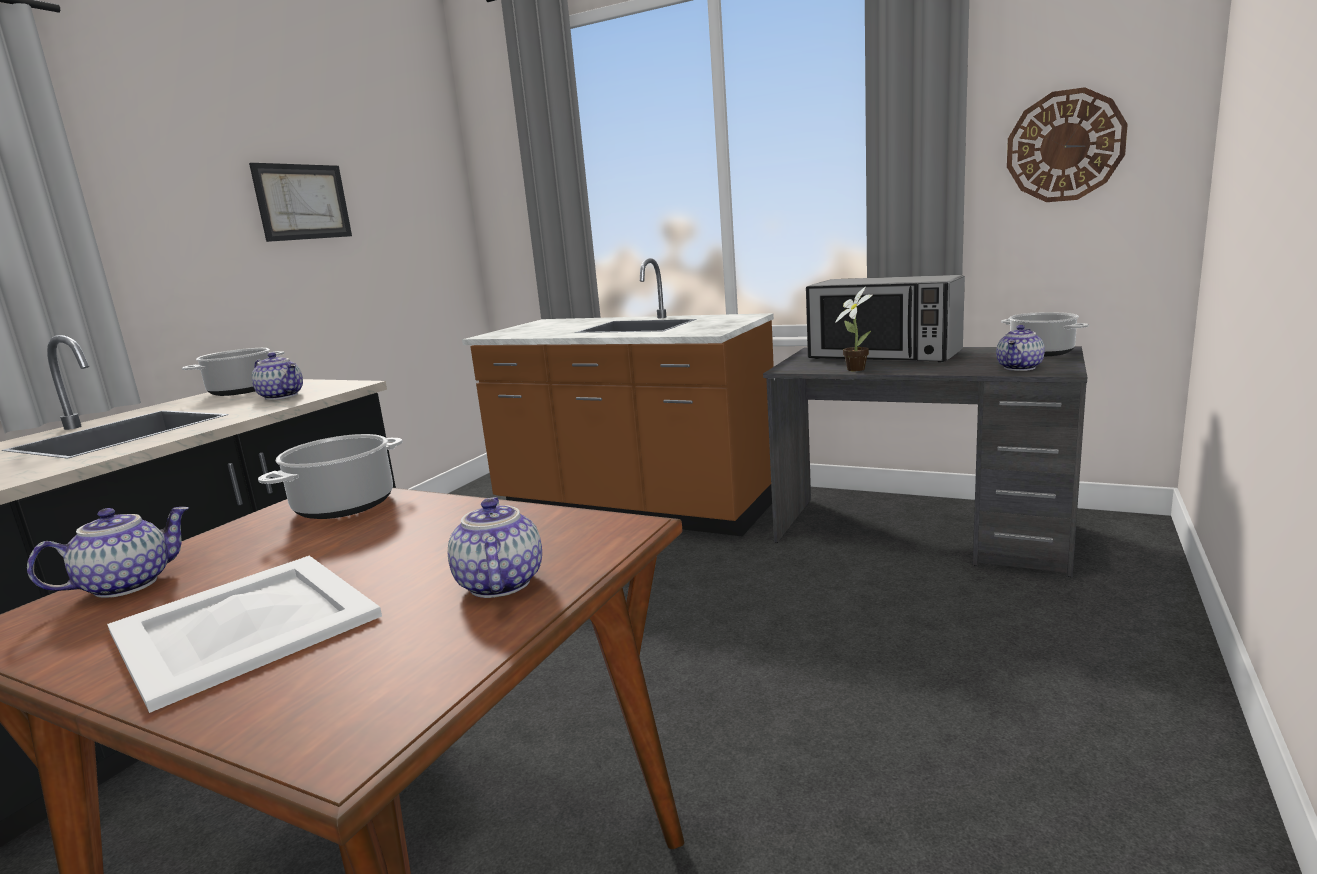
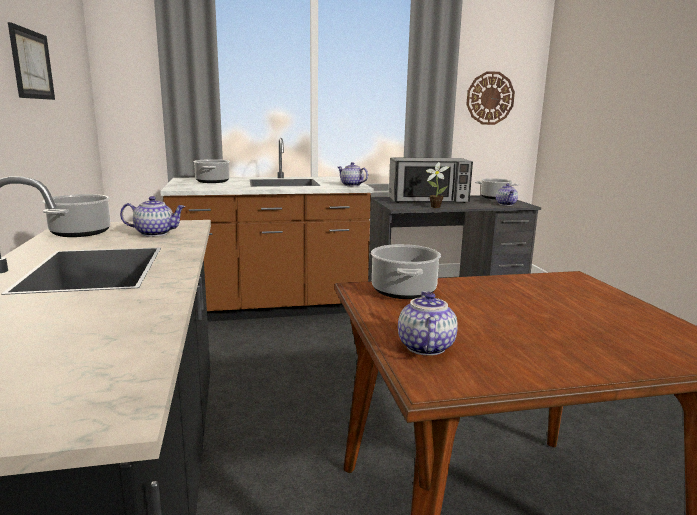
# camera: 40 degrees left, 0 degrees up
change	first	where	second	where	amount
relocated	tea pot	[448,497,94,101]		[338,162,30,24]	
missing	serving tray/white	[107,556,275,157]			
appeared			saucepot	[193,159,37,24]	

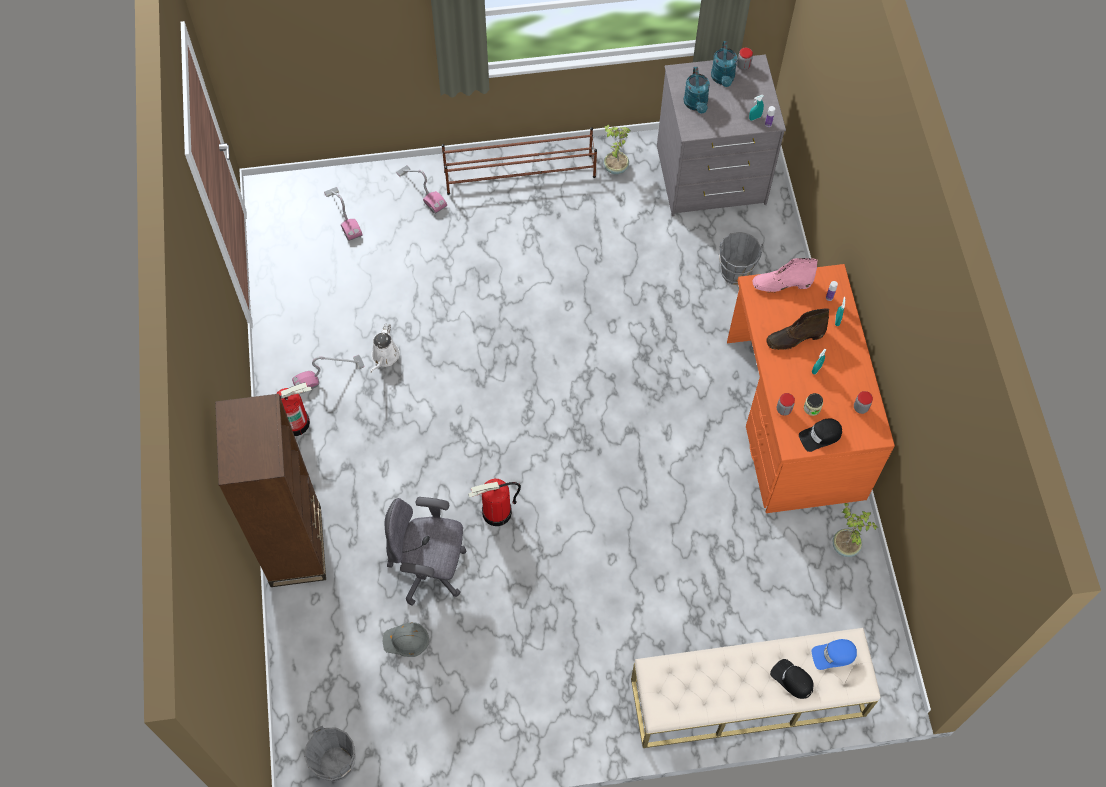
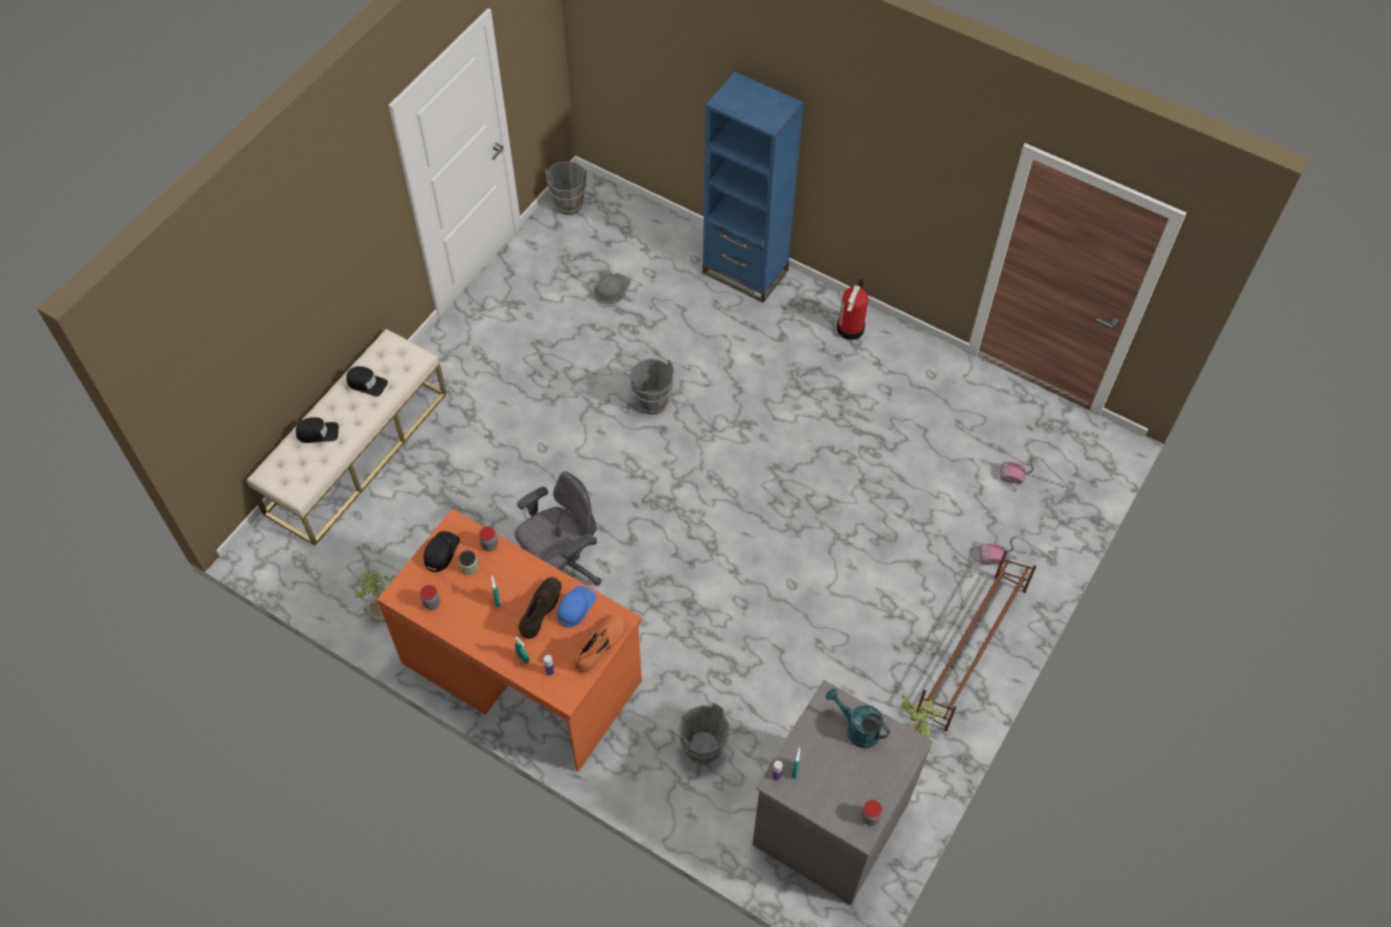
# camera: 130 degrees right, 5 degrees down
change	first	where	second	where	amount
missing	watering can/turquoise	[711,41,26,46]			
colour	boot/pinkish	[753,258,65,34]	boot/orangey	[574,614,52,58]	
missing	watering can/white	[370,324,30,49]			
missing	vacuum	[292,355,73,39]			
colour	shelving unit/brown	[215,394,111,193]	shelving unit/blue	[702,71,102,232]	
exchanged	fire extinguisher	[468,479,53,47]	water bucket/gray	[629,358,45,57]	
relocated	desk chair/gray	[385,497,82,108]		[515,472,87,114]	
relocated	baseball cap/blue	[812,639,45,31]		[557,586,40,42]	
appeared			baseball cap/black	[346,366,42,31]	

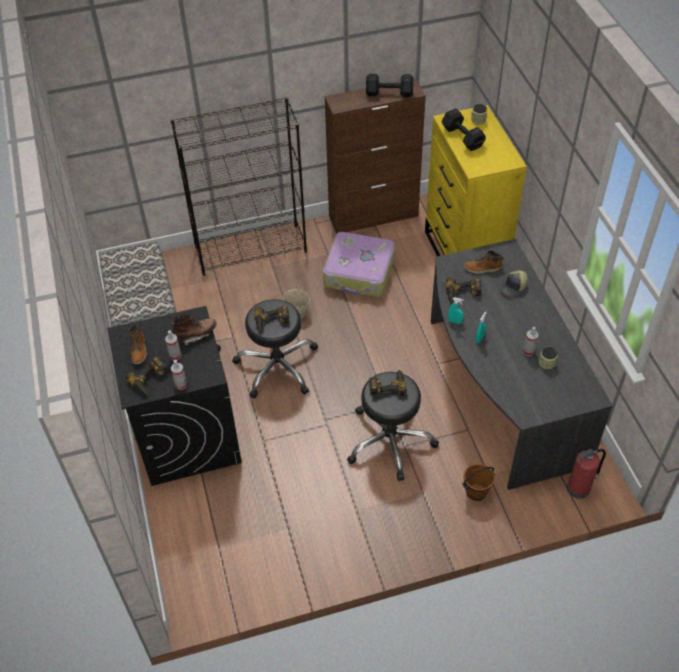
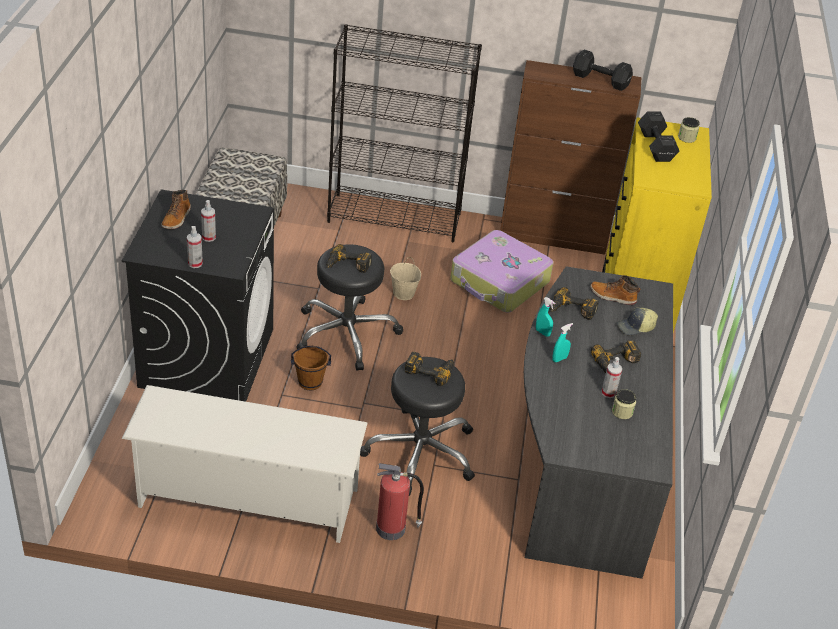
# camera: 20 degrees right, 10 degrees down
change	first	where	second	where	amount
missing	boot/brown	[171,314,46,32]			
relocated	power drill	[126,356,42,39]		[591,340,50,33]	
relocated	fire extinguisher	[567,449,39,50]		[376,463,48,77]	
relocated	water bucket/brown	[462,464,33,37]		[291,346,40,44]	
appeared			shoe stand/white	[122,385,245,158]	

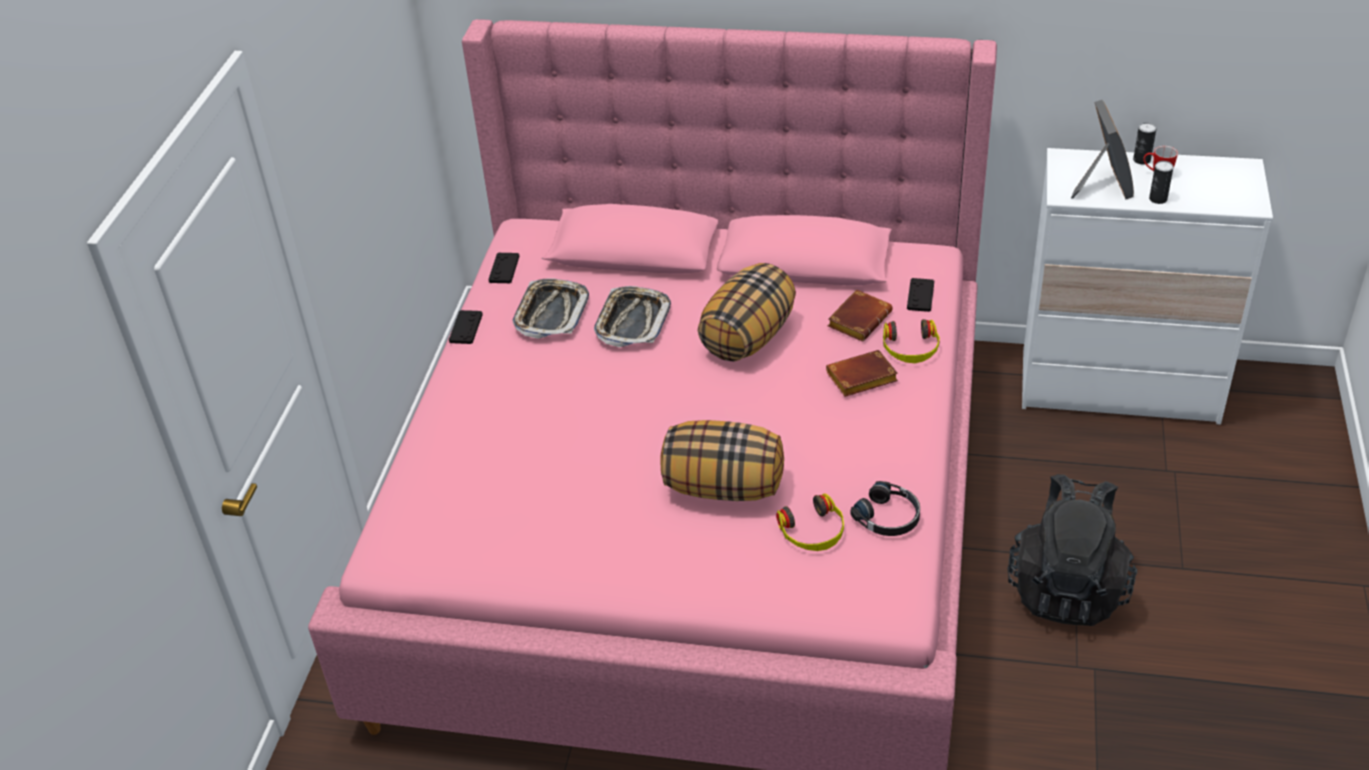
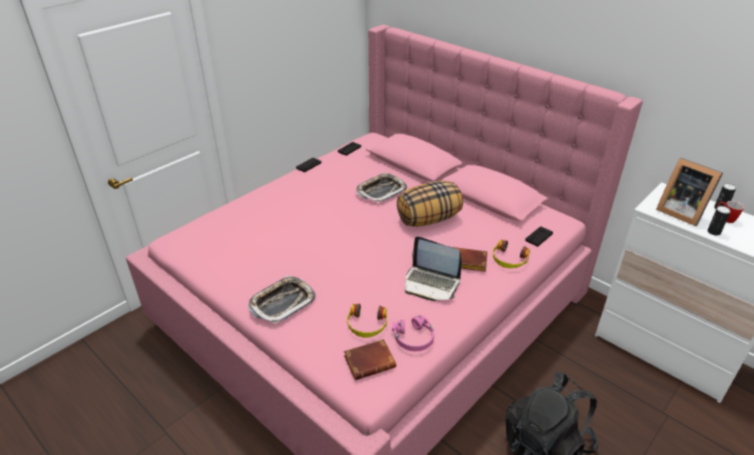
# camera: 30 degrees right, 5 degrees down
change	first	where	second	where	amount
spun	photo frame	[1071,100,63,99]		[656,158,67,68]	105 degrees clockwise
relocated	serving tray	[513,278,76,61]		[248,275,68,49]	
relocated	book/brown	[828,289,65,52]		[344,339,52,41]	
missing	cushion	[660,420,124,81]			
colour	headphones/black	[850,481,70,55]	headphones/pinkish	[392,315,42,36]	
appeared			notebook computer	[405,237,56,64]	

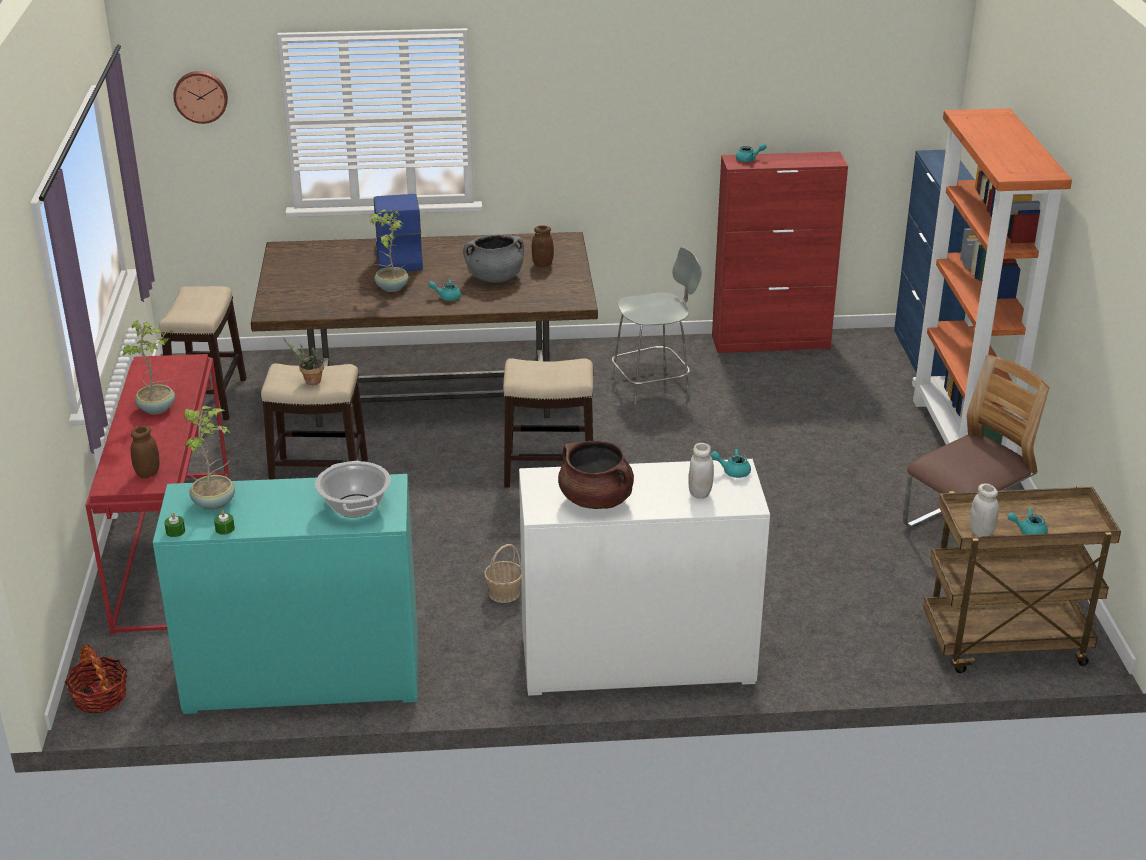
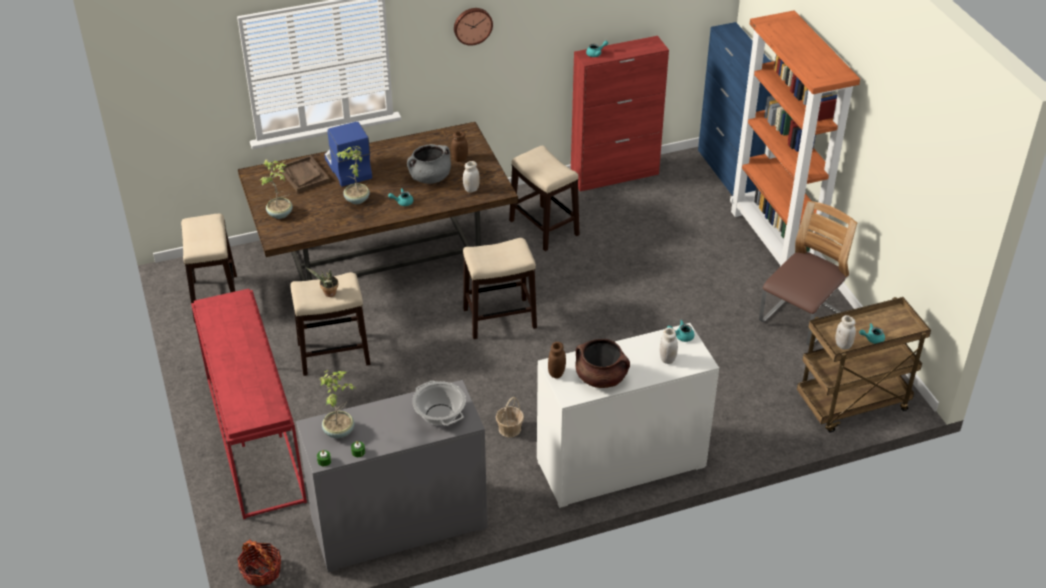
# camera: 15 degrees left, 10 degrees up
change	first	where	second	where	amount
relocated	wall clock	[173,71,55,53]		[454,8,39,38]	
exchanged	plain chair/gray	[612,247,90,157]	sitting stool	[509,146,70,105]	
relocated	houseplant	[121,320,54,94]		[259,159,34,60]	
relocated	jar/brown	[131,426,29,53]		[548,342,18,37]	
colour	drawer chest/turquoise	[153,474,265,240]	drawer chest/gray	[296,380,191,193]	
appeared			serving tray/brown	[281,155,49,38]	
appeared			jar/white	[463,161,17,32]	

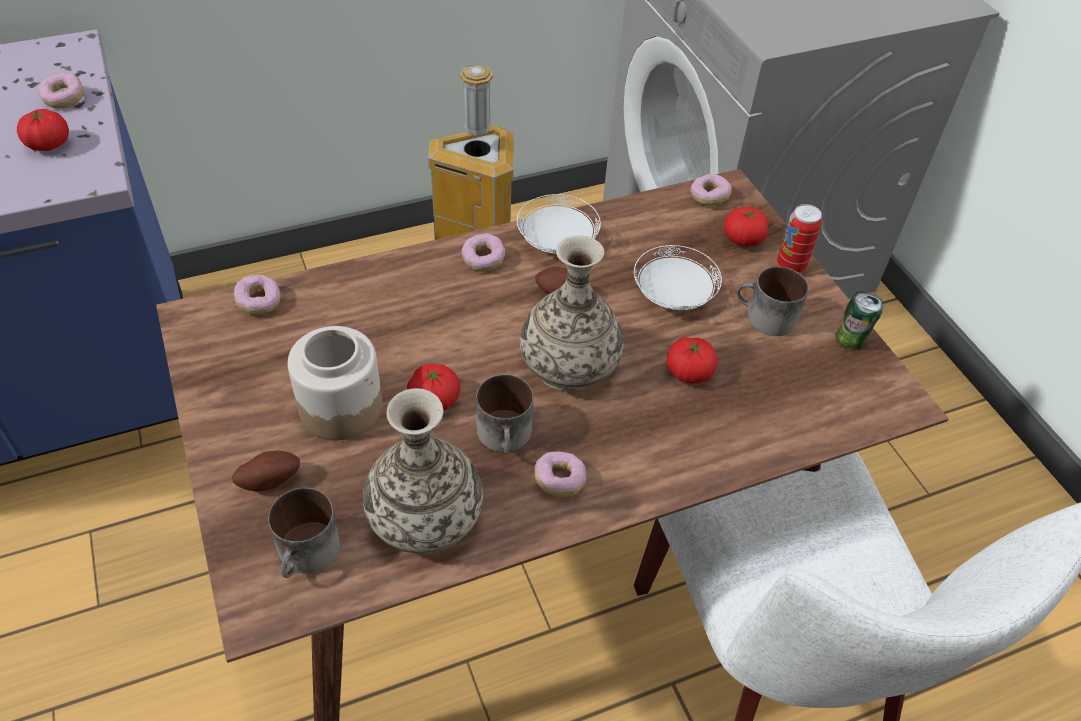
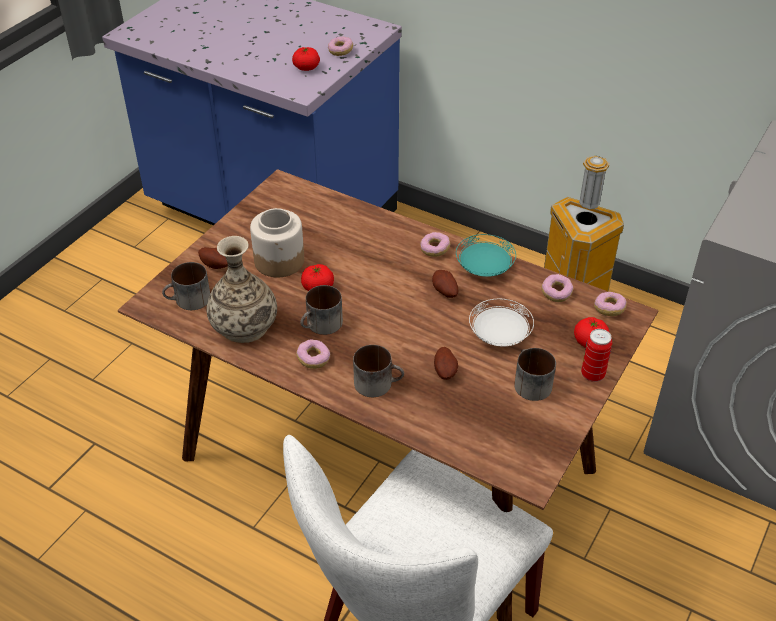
# camera: 55 degrees right, 5 degrees down
change	first	where	second	where	amount
colour	flat dish/white	[517,194,84,60]	flat dish/turquoise	[456,234,60,43]	
missing	decorative vase	[520,235,103,157]			
relocated	ring doughnut	[234,275,47,40]		[541,274,32,28]	
missing	can	[835,291,48,58]			
exchanged	fresh tomato	[667,337,51,46]	spud	[434,347,24,33]	
appeared			mug	[353,345,51,52]	

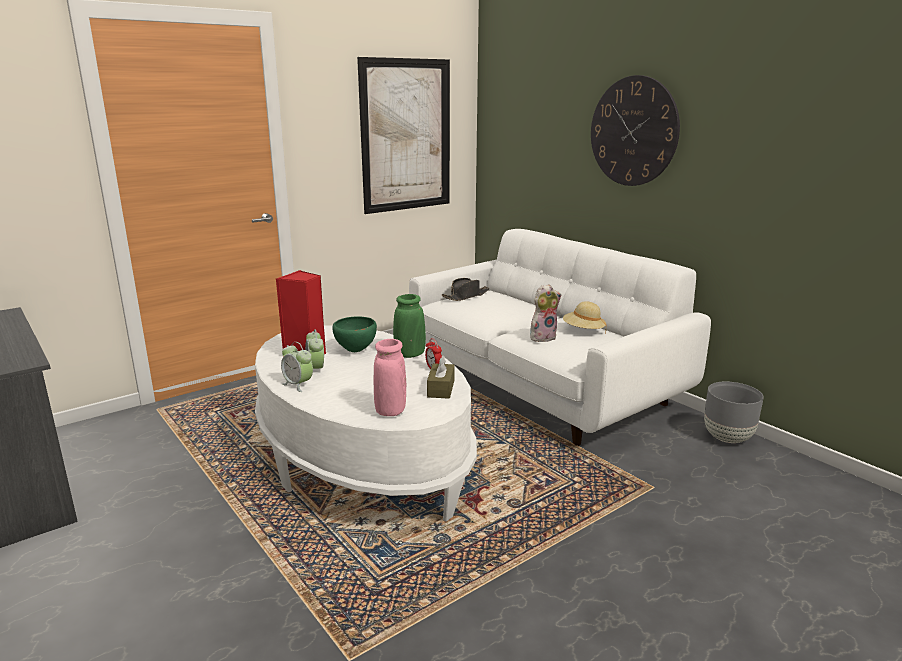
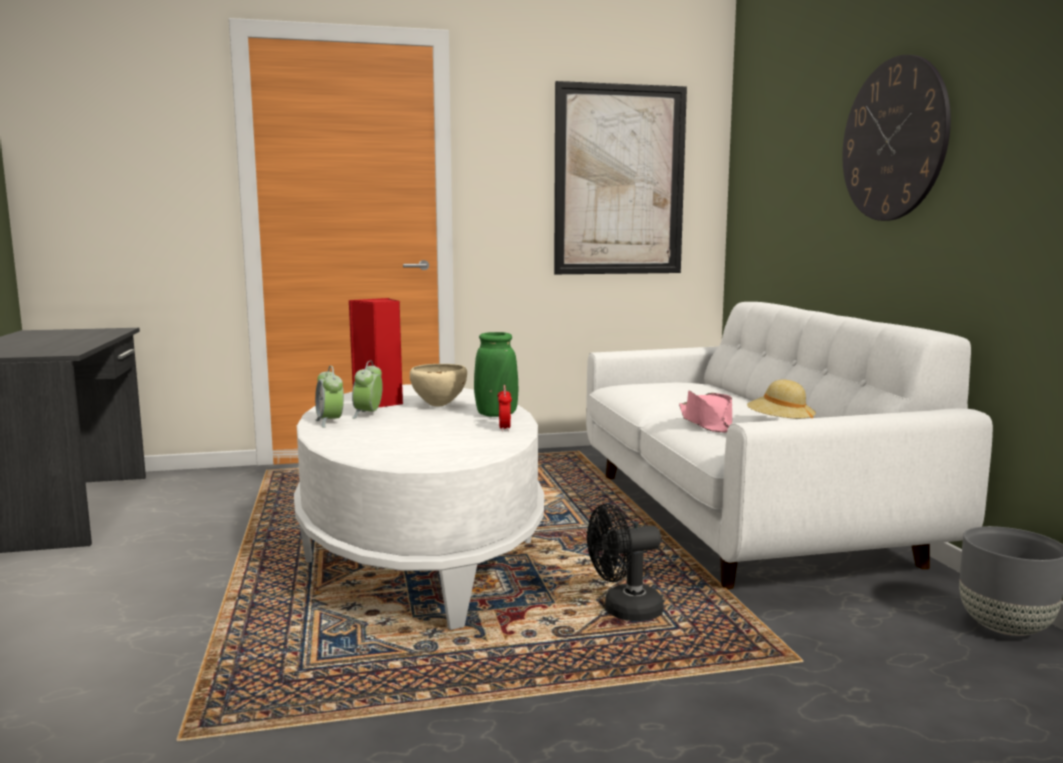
# camera: 25 degrees right, 10 degrees down
change	first	where	second	where	amount
missing	wearable hat/black	[442,278,47,23]			
exchanged	plush toy	[530,284,31,58]	wearable hat/pinkish	[679,391,53,41]	
colour	bowl/green	[332,317,45,35]	bowl/beige-coloured	[410,364,57,43]	
missing	decorative vase/pinkish	[374,339,32,77]			
missing	tissue box/brown	[427,356,27,43]			
appeared			fan/black	[587,504,76,117]	

